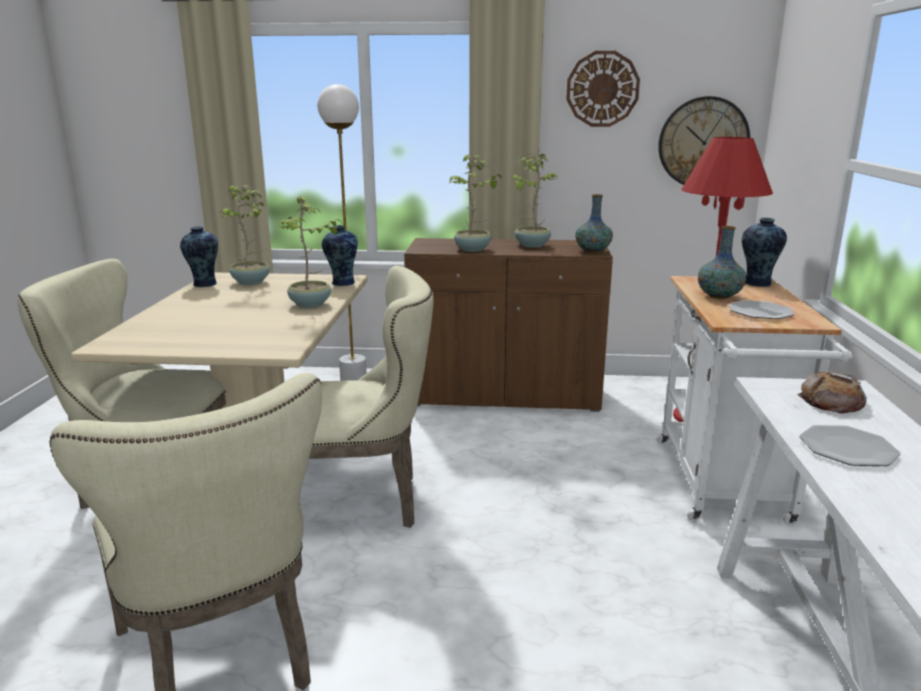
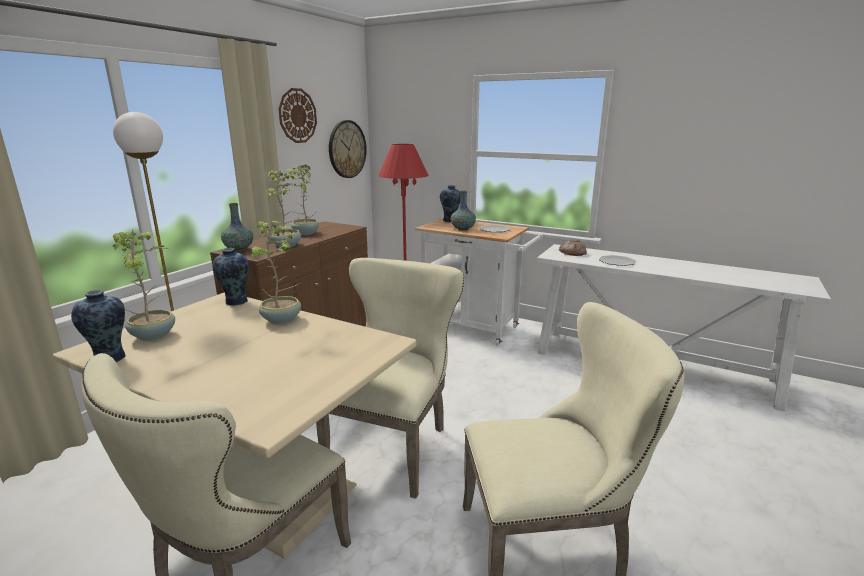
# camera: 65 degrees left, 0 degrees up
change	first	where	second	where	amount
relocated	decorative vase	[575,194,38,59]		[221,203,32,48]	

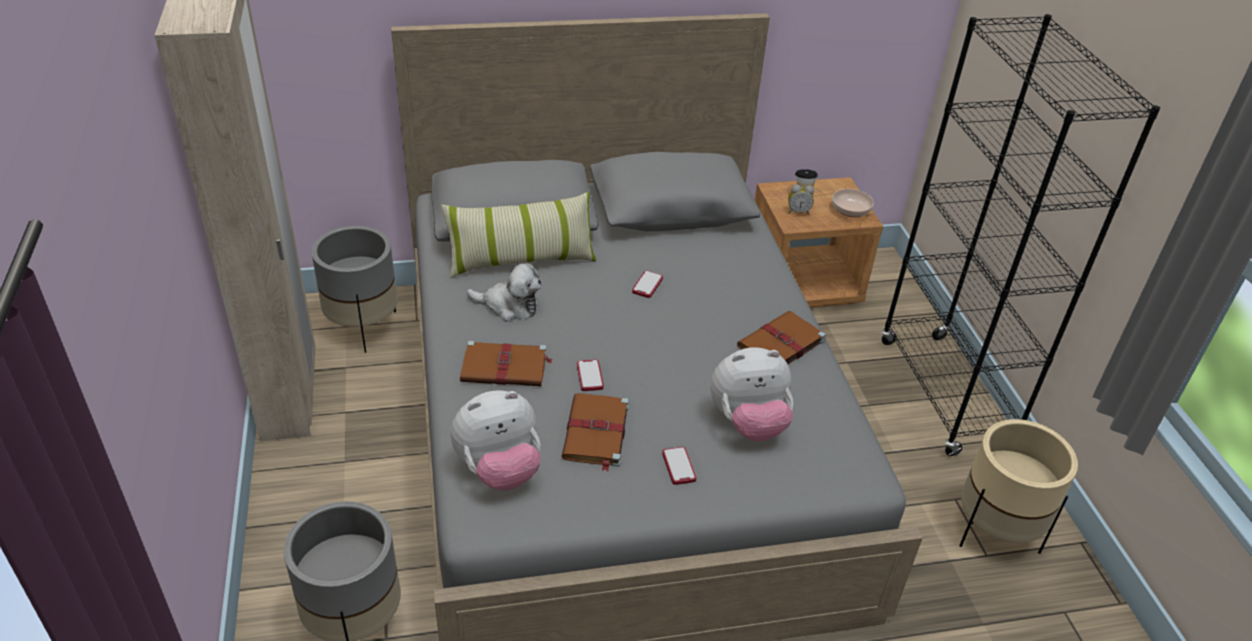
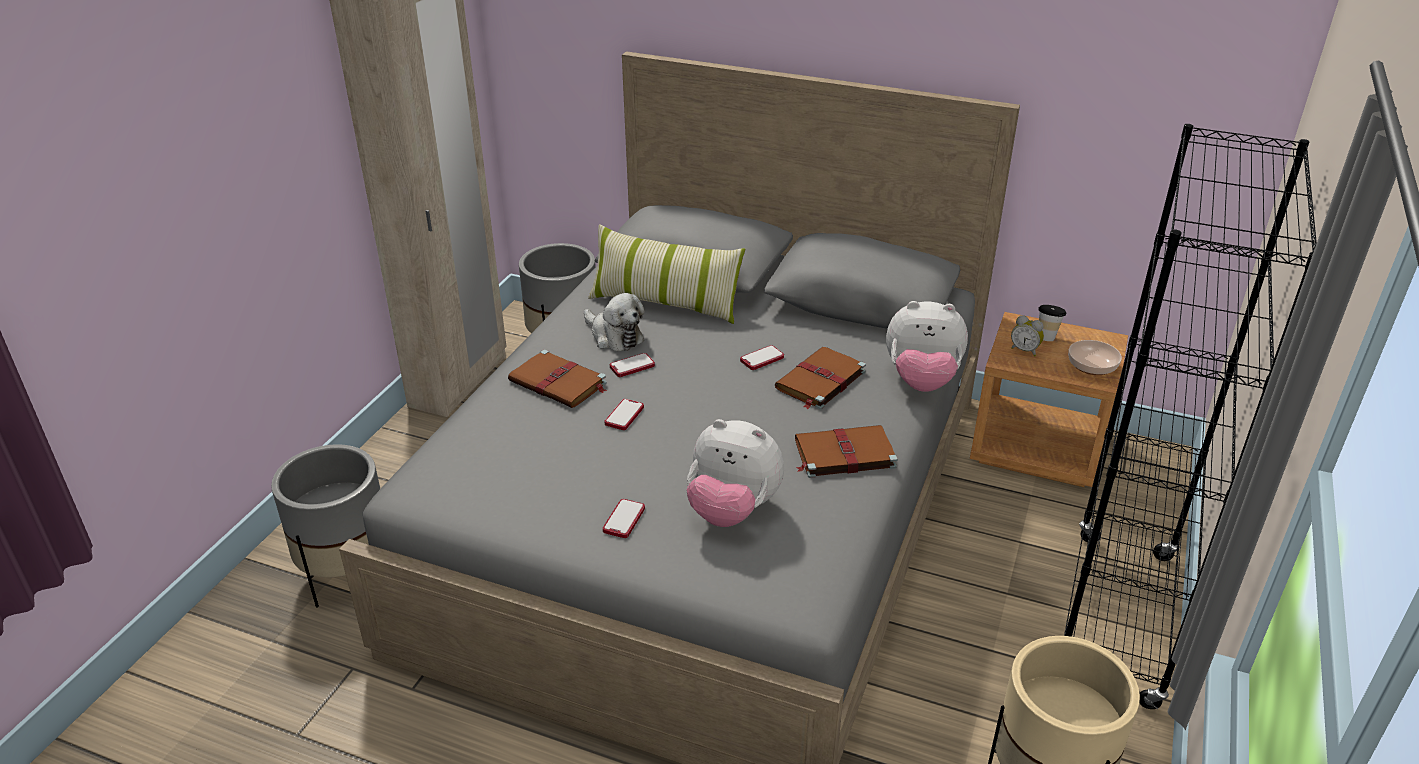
# camera: 35 degrees right, 5 degrees down
change	first	where	second	where	amount
relocated	plush toy	[451,391,90,100]		[886,301,82,91]	
relocated	book/brown	[562,393,67,78]		[775,347,91,63]	
appeared			handset	[610,353,45,24]	

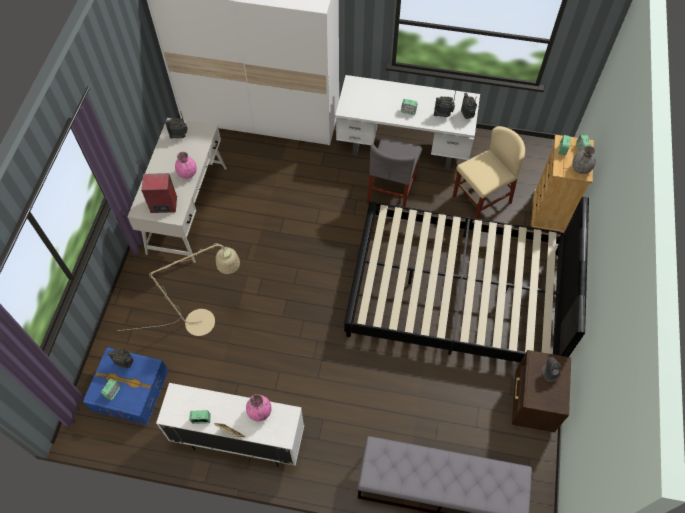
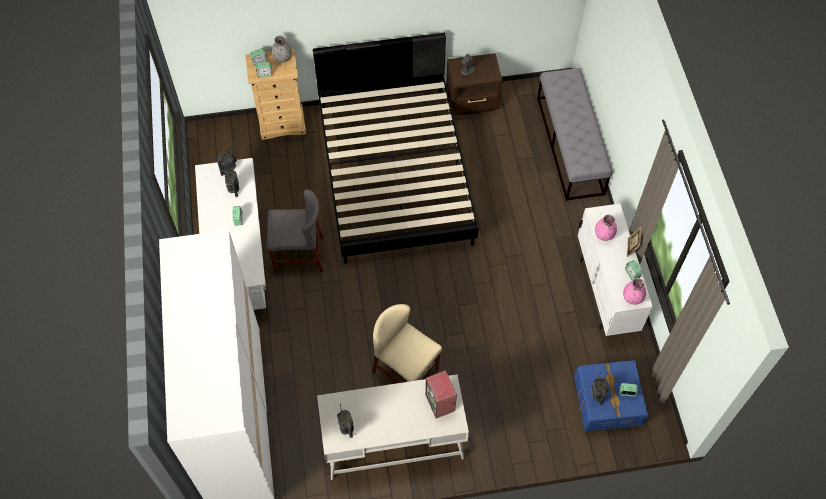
# camera: 110 degrees left, 0 degrees up
change	first	where	second	where	amount
relocated	plain chair/beige-coloured	[453,126,72,93]		[372,304,70,79]	
relocated	decorative vase/pinkish	[175,152,22,27]		[623,278,23,27]	
missing	standard lamp/beige-coloured	[118,243,122,93]			

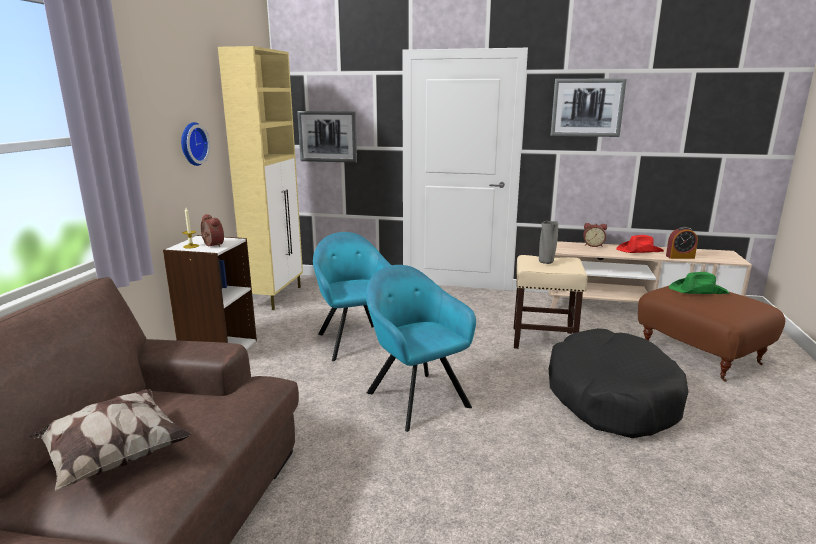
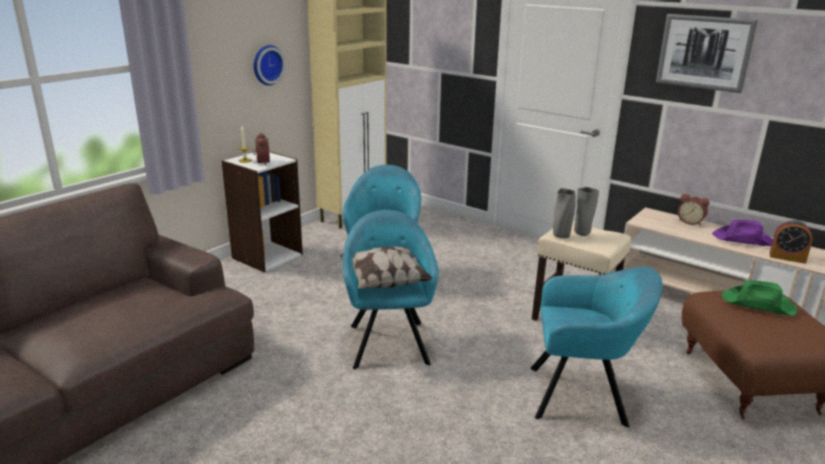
# camera: 25 degrees right, 5 degrees up
change	first	where	second	where	amount
missing	picture	[297,111,60,52]			
colour	wearable hat/red-coloured	[616,235,48,18]	wearable hat/purple-coloured	[712,220,61,26]	
exchanged	pet bed/black	[549,328,139,110]	lounge chair/turquoise	[531,266,132,161]	
relocated	cushion	[28,389,164,102]		[340,246,94,43]	
appeared			decorative vase/gray	[553,188,23,50]	

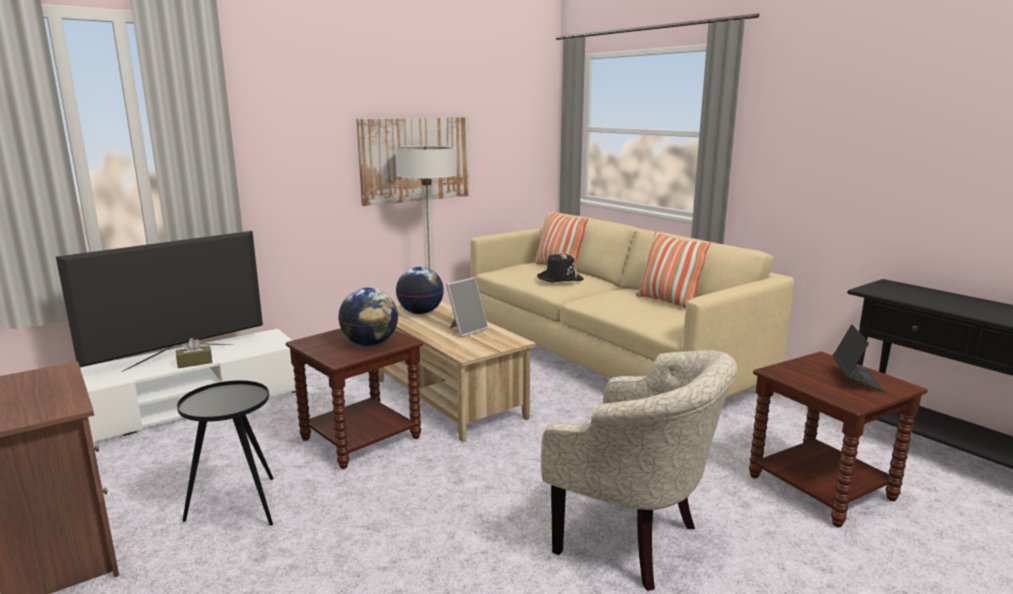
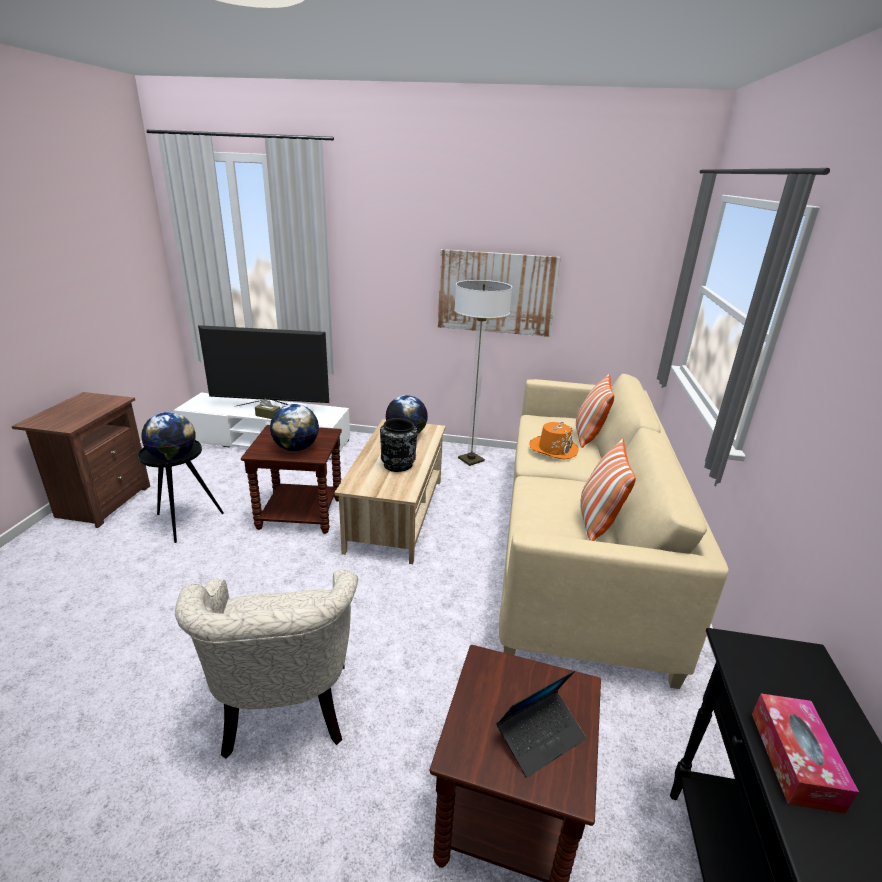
# camera: 45 degrees right, 10 degrees up
change	first	where	second	where	amount
colour	wearable hat/black	[537,252,47,31]	wearable hat/orangey	[529,422,50,38]	
exchanged	photo frame	[446,277,42,60]	decorative vase/black	[380,418,38,54]	
appeared			desk globe	[141,412,55,48]	
appeared			tissue box	[752,693,107,121]	

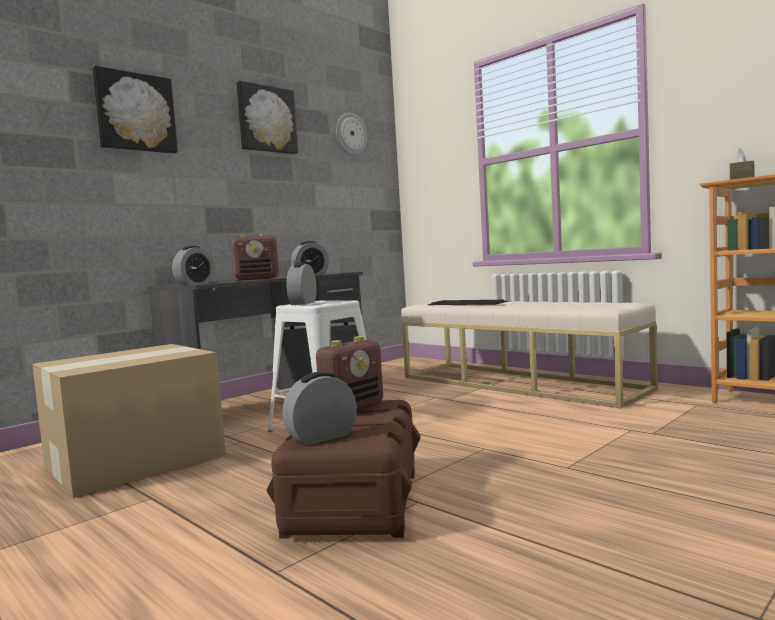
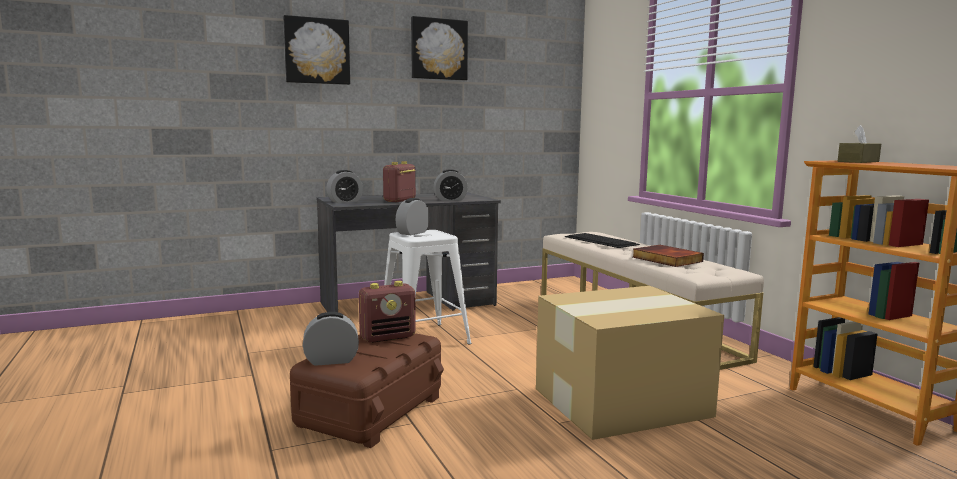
# camera: 20 degrees right, 5 degrees up
change	first	where	second	where	amount
missing	wall clock	[336,113,31,42]			
spun	radio	[232,233,47,47]		[383,161,33,41]	105 degrees clockwise
relocated	packing box	[32,344,194,154]		[536,286,188,154]	
appeared			book	[633,245,71,22]	

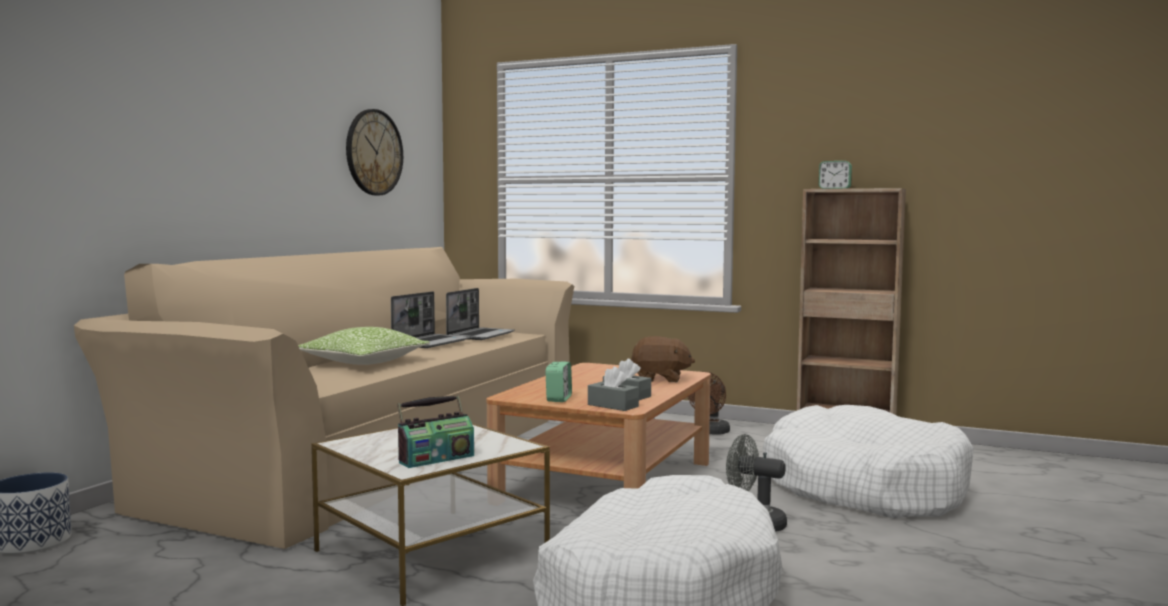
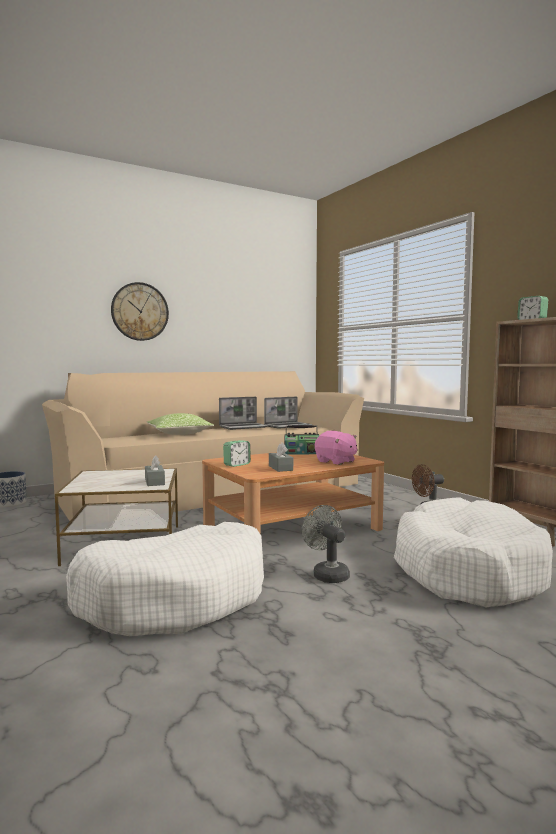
# camera: 35 degrees right, 0 degrees up
change	first	where	second	where	amount
relocated	wall clock	[346,109,57,86]		[111,282,58,59]	
colour	plush toy/brown	[631,336,64,46]	plush toy/pinkish	[315,431,42,34]	
relocated	tissue box/gray	[588,367,51,44]		[145,455,20,31]	
relocated	radio	[397,395,77,73]		[284,424,35,30]	

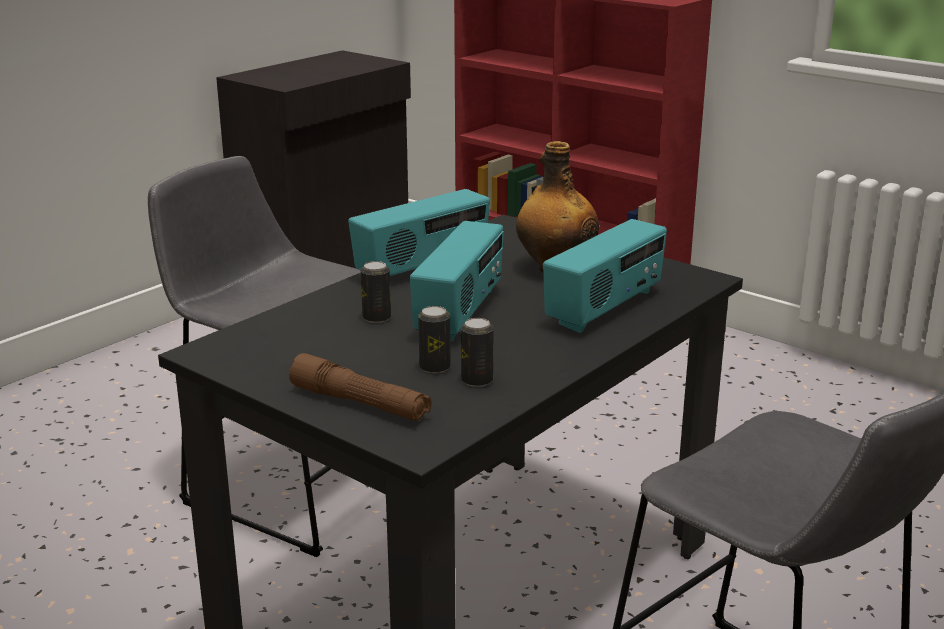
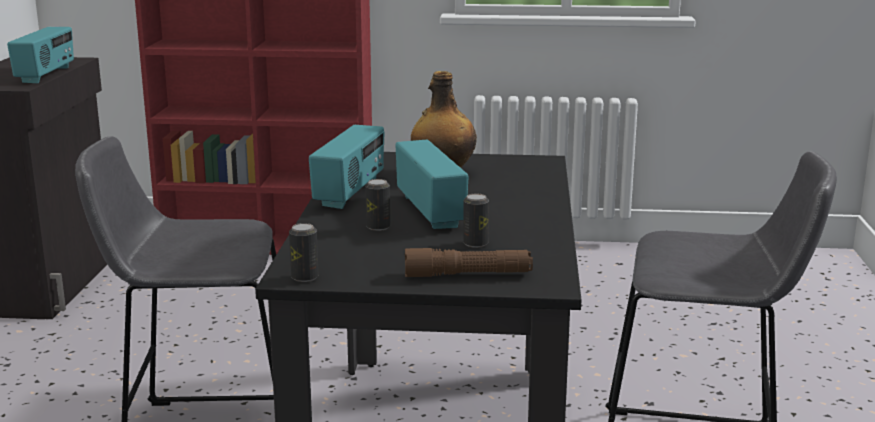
# camera: 35 degrees left, 5 degrees down
change	first	where	second	where	amount
relocated	radio	[543,219,124,114]		[7,27,67,56]	
relocated	can	[461,318,33,69]		[289,223,30,59]	

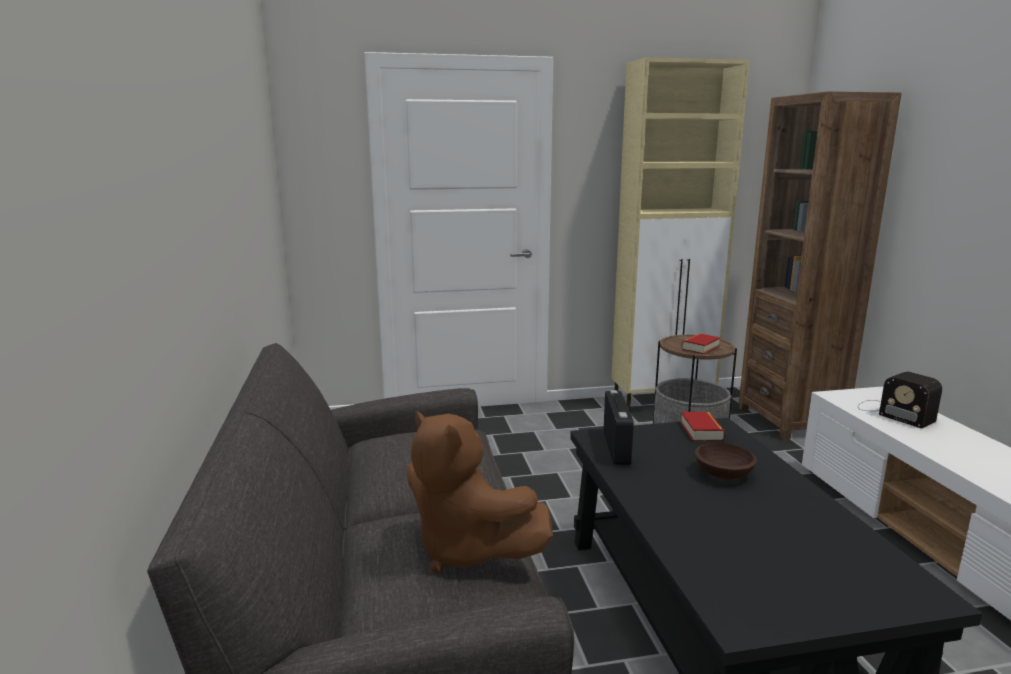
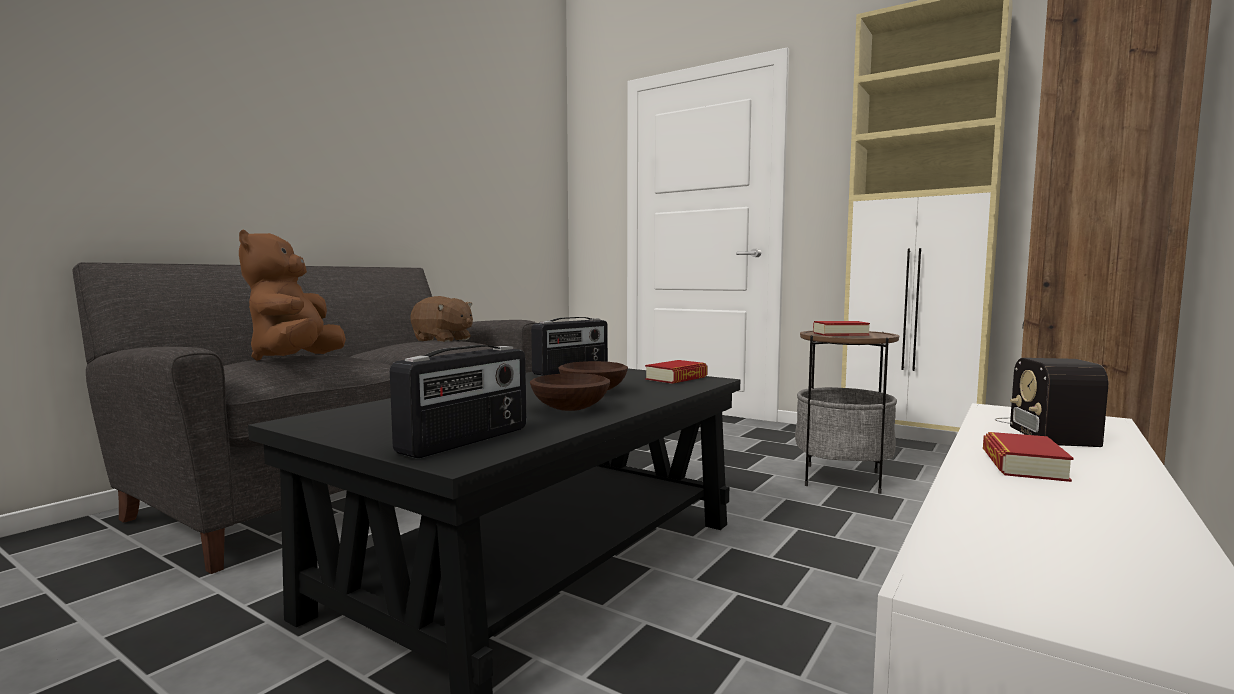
# camera: 45 degrees right, 10 degrees down
change	first	where	second	where	amount
appeared			plush toy/brown	[410,296,63,46]	
appeared			radio	[390,345,136,113]	
appeared			bowl/brown	[530,373,80,38]	
appeared			book	[983,432,91,50]	

